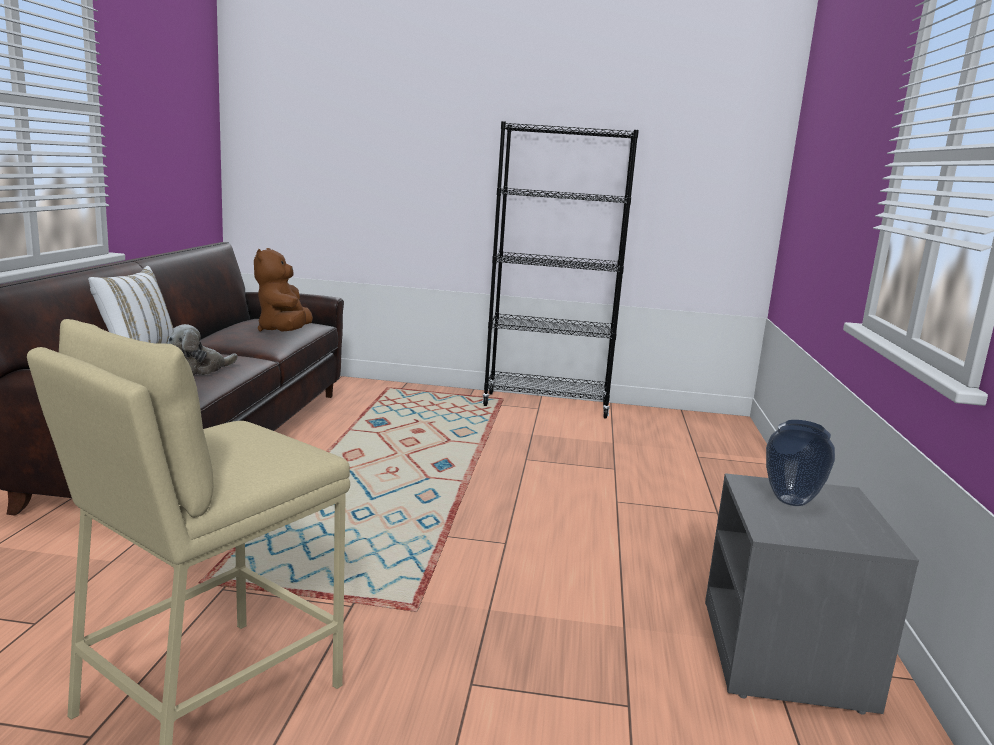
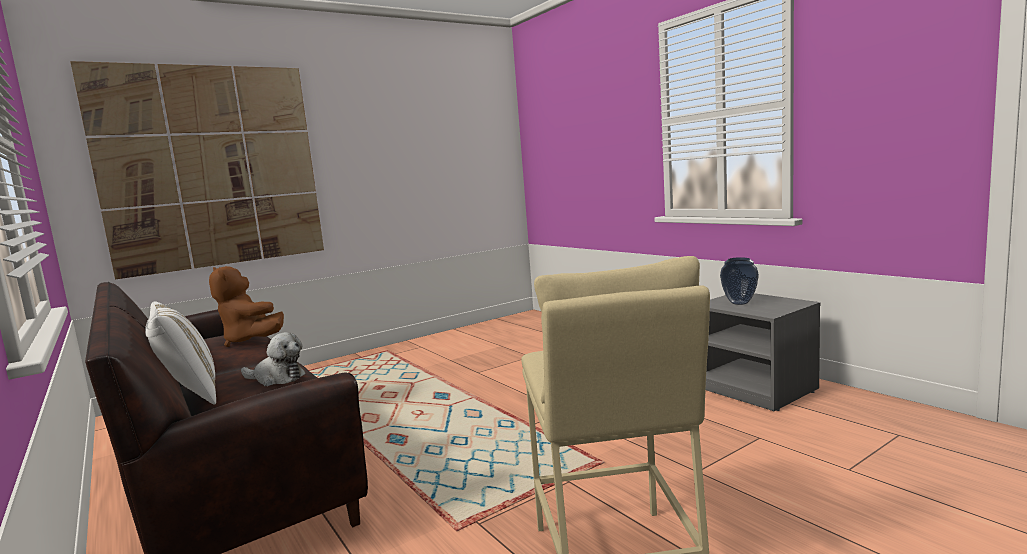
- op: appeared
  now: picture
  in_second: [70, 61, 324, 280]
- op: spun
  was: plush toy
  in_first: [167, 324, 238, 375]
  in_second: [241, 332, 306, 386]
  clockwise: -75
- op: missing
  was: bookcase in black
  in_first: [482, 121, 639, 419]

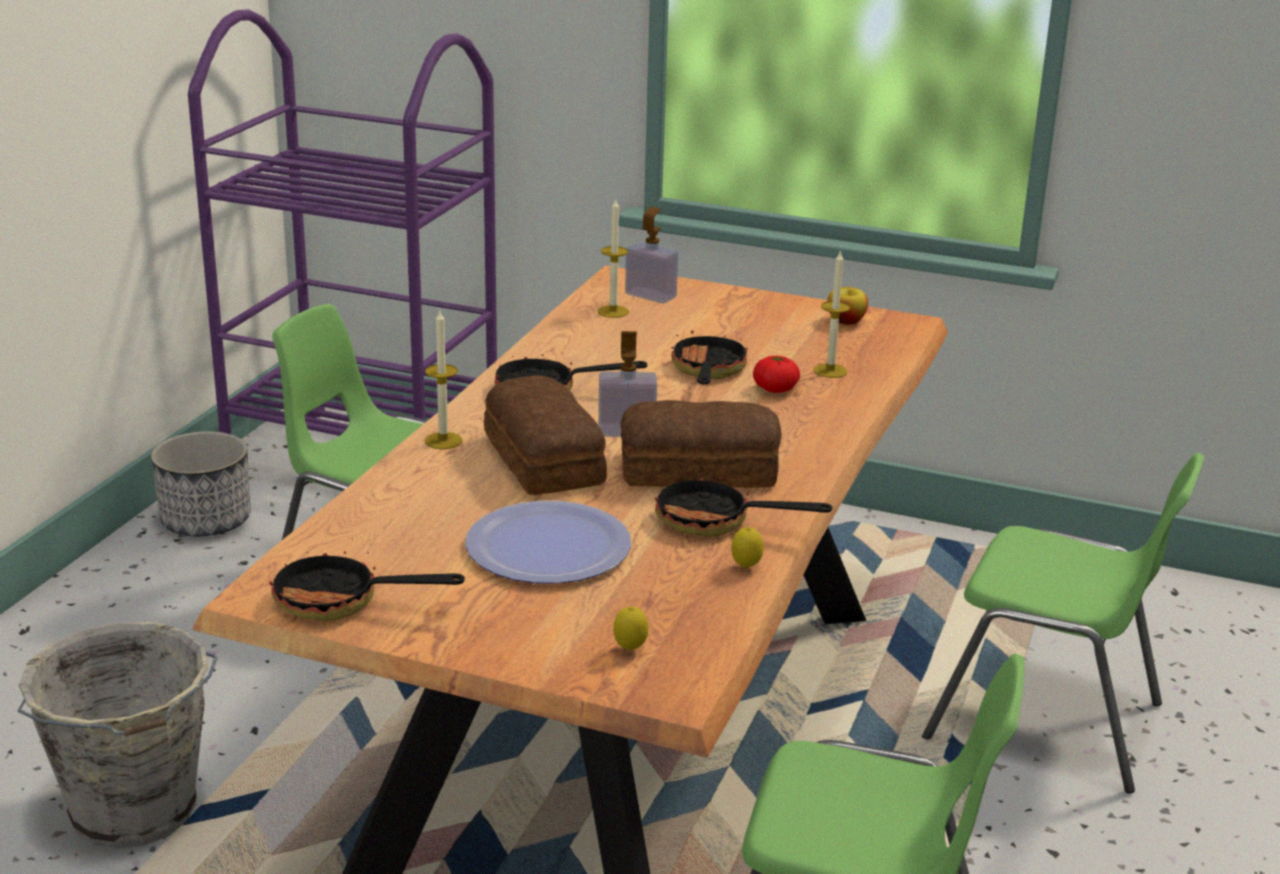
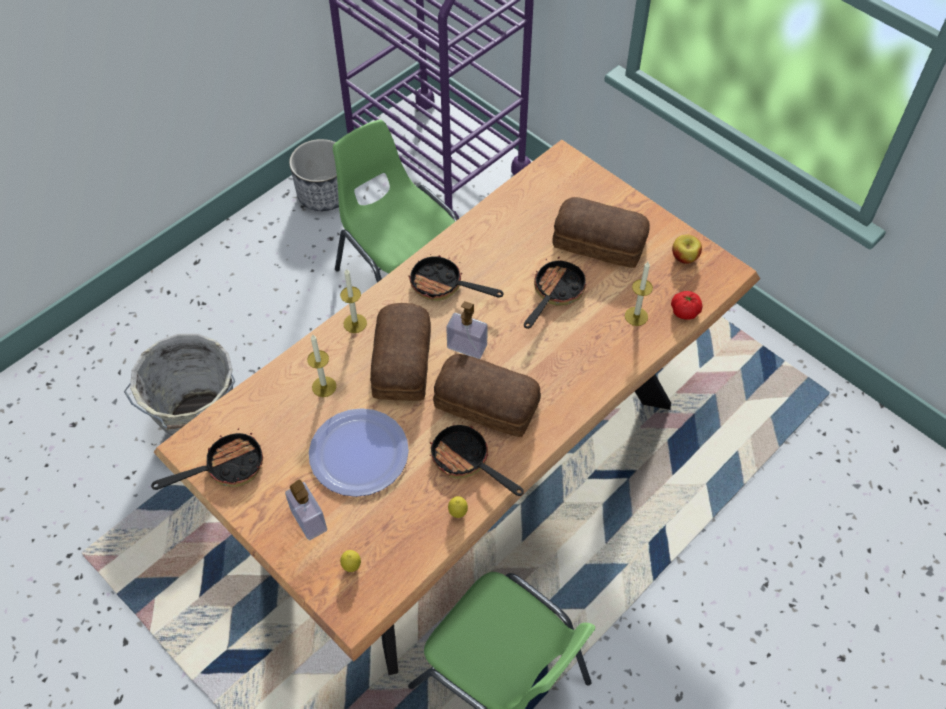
- op: spun
  was: frying pan
  in_first: [269, 538, 465, 621]
  in_second: [151, 428, 263, 490]
  clockwise: 120
- op: relocated
  was: soap dispenser
  in_first: [625, 207, 678, 303]
  in_second: [285, 479, 327, 540]
- op: relocated
  was: candle
  in_first: [598, 198, 629, 318]
  in_second: [307, 335, 336, 397]
- op: appeared
  now: bread
  in_second: [552, 197, 650, 268]
- op: relocated
  was: tomato
  in_first: [753, 356, 800, 393]
  in_second: [671, 291, 703, 320]
- op: missing
  was: chair in green
  in_first: [922, 453, 1205, 794]

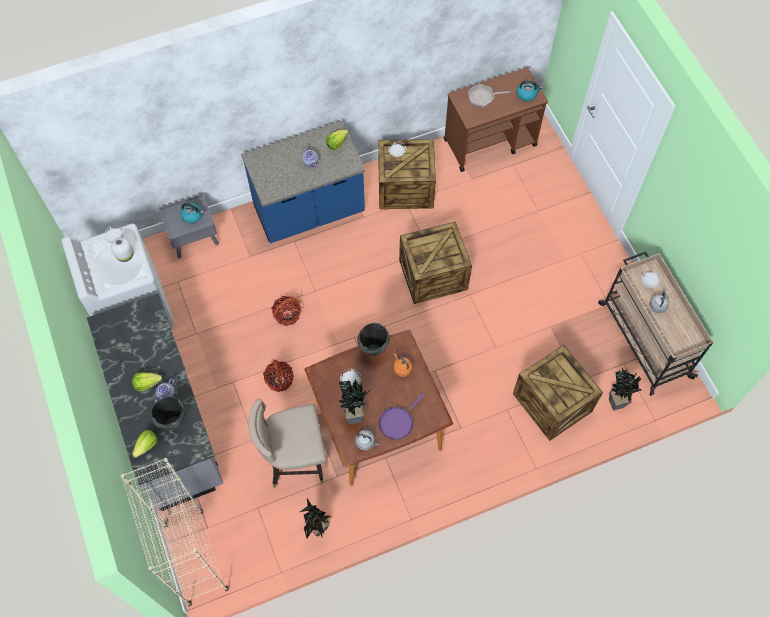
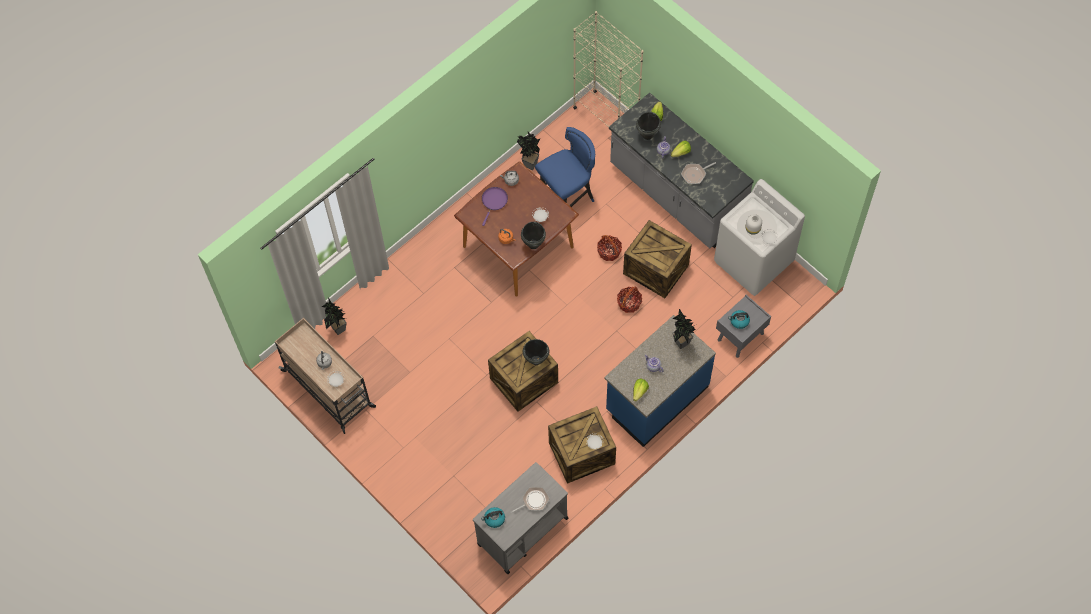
- op: colour
  was: cart in brown
  now: cart in grey
  in_first: [443, 67, 548, 172]
  in_second: [473, 462, 568, 574]
- op: appeared
  now: cooking pot in black
  in_second: [523, 339, 549, 365]
- op: colour
  was: stool in beige
  now: stool in blue
  in_first: [248, 399, 327, 488]
  in_second: [535, 127, 595, 207]
- op: relocated
  was: crate
  in_first: [513, 345, 603, 441]
  in_second: [623, 220, 692, 298]
- op: relocated
  was: potted plant
  in_first: [339, 379, 372, 424]
  in_second: [672, 309, 695, 349]
- op: appeared
  now: frying pan
  in_second: [681, 162, 716, 184]

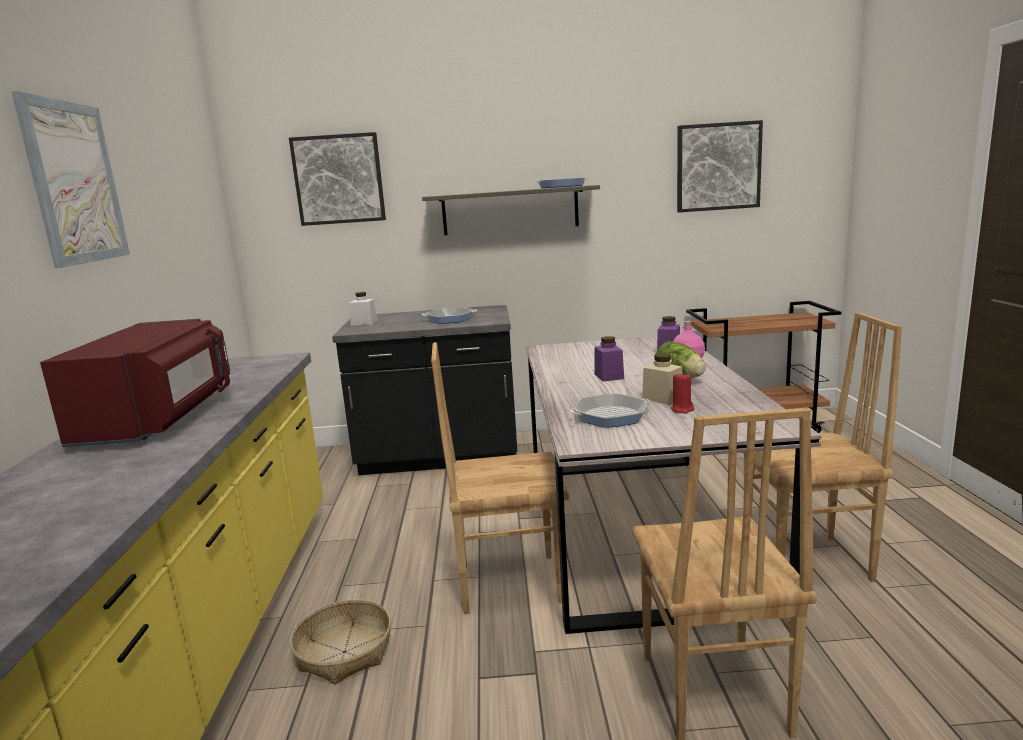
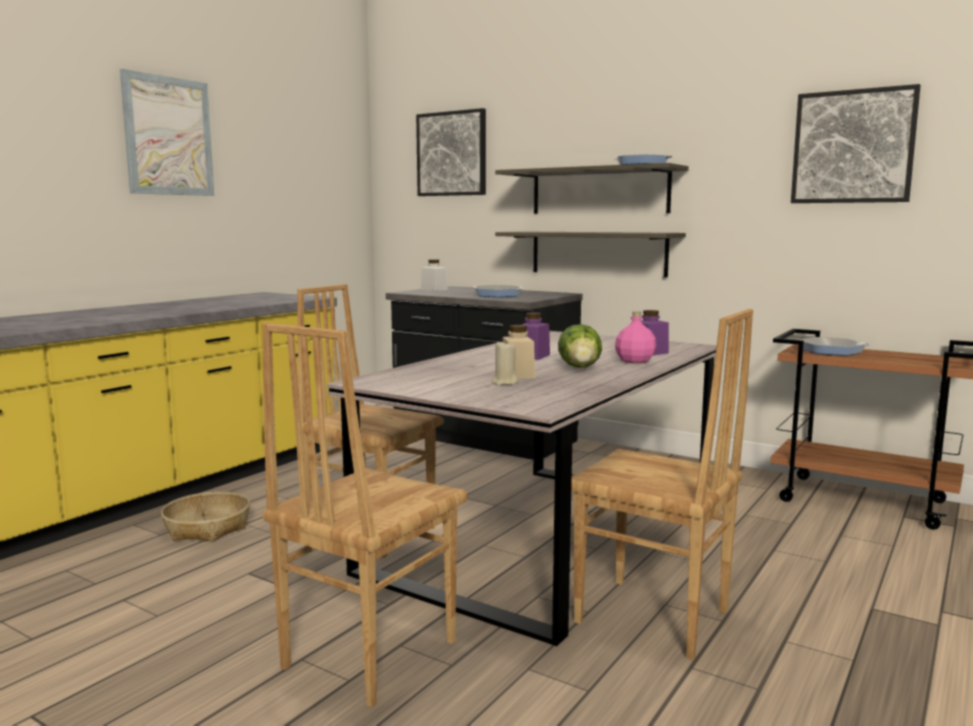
- op: colour
  was: candle in red
  now: candle in beige
  in_first: [671, 372, 694, 414]
  in_second: [492, 340, 519, 385]
- op: appeared
  now: shelf
  in_second: [495, 231, 686, 278]
- op: relocated
  was: frying pan
  in_first: [570, 394, 651, 428]
  in_second: [796, 337, 870, 356]
- op: missing
  was: microwave in red
  in_first: [40, 319, 230, 447]

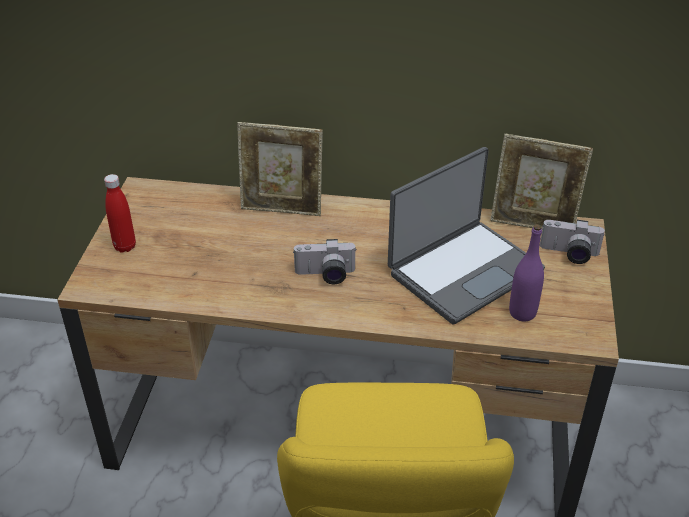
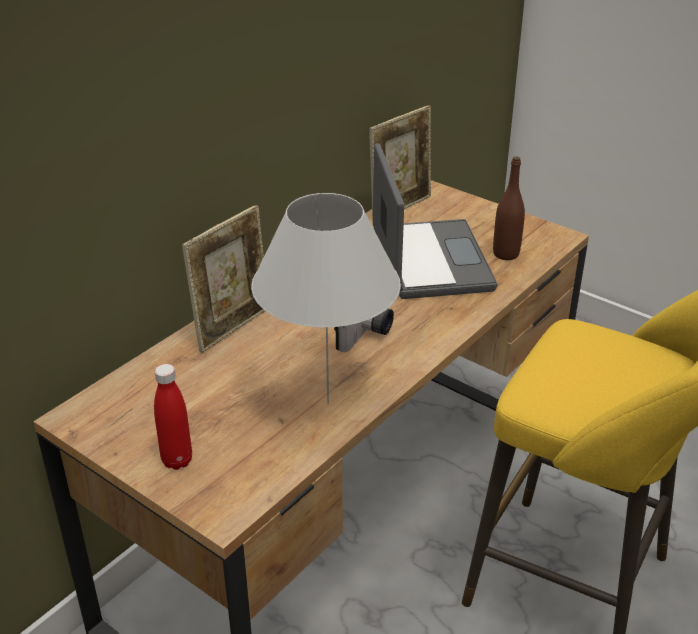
- op: appeared
  now: table lamp in white
  in_second: [251, 193, 401, 404]
- op: colour
  was: bottle in purple
  now: bottle in brown
  in_first: [509, 224, 544, 322]
  in_second: [493, 157, 525, 260]
- op: missing
  was: photo camera
  in_first: [540, 220, 606, 264]

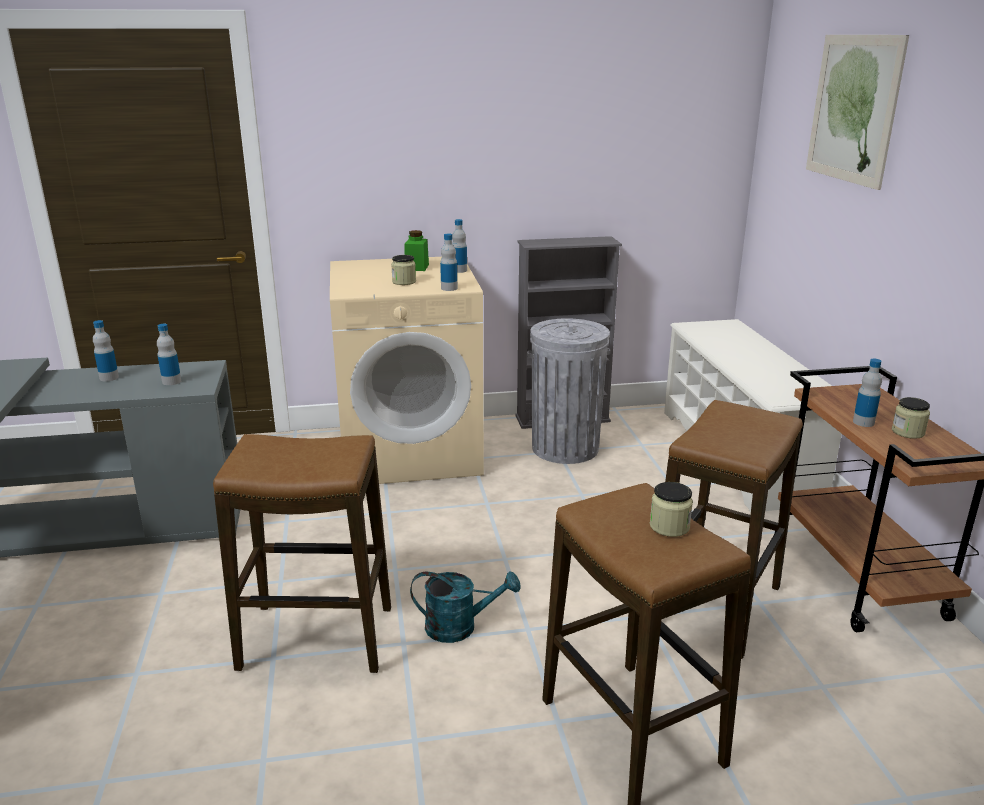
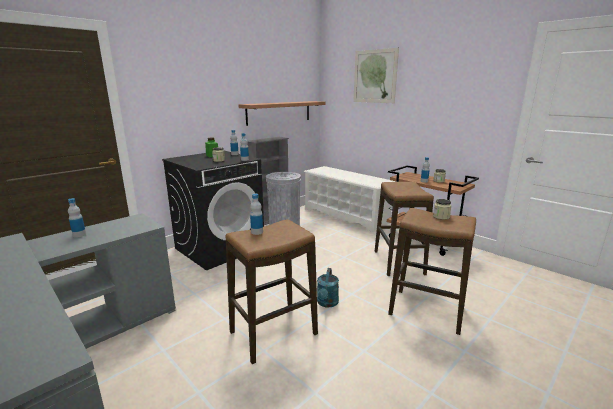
- op: colour
  was: washing machine in beige
  now: washing machine in black
  in_first: [330, 257, 484, 484]
  in_second: [162, 151, 264, 270]
- op: appeared
  now: shelf
  in_second: [238, 101, 326, 126]
- op: relocated
  was: bottle
  in_first: [157, 324, 181, 385]
  in_second: [250, 194, 263, 235]
- op: spun
  was: watering can in turquoise
  in_first: [410, 571, 521, 643]
  in_second: [317, 268, 339, 308]
  clockwise: 135

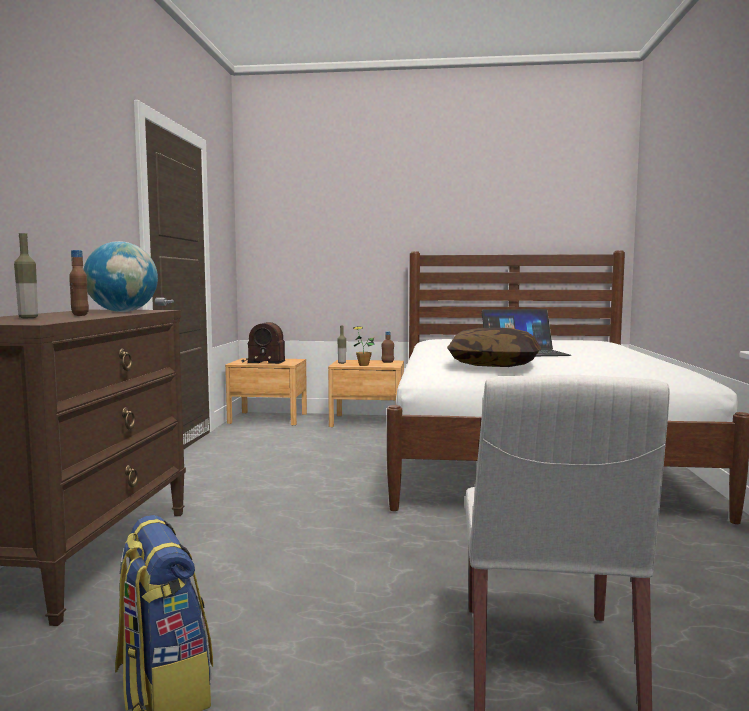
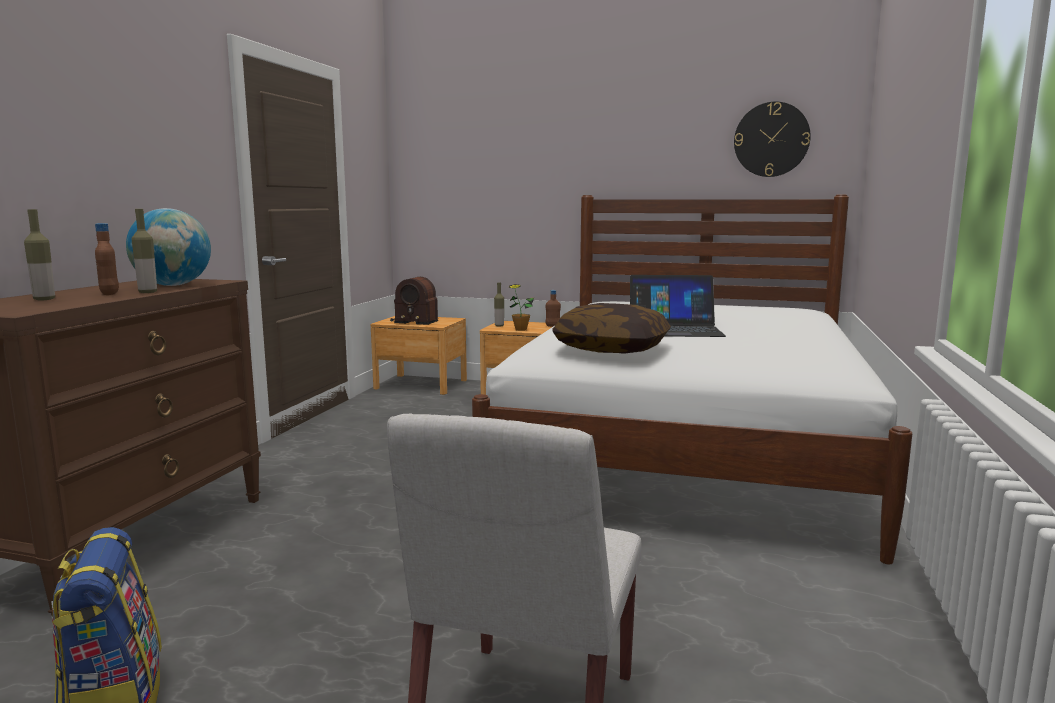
- op: appeared
  now: bottle
  in_second: [132, 209, 157, 293]
- op: appeared
  now: wall clock
  in_second: [734, 102, 811, 177]

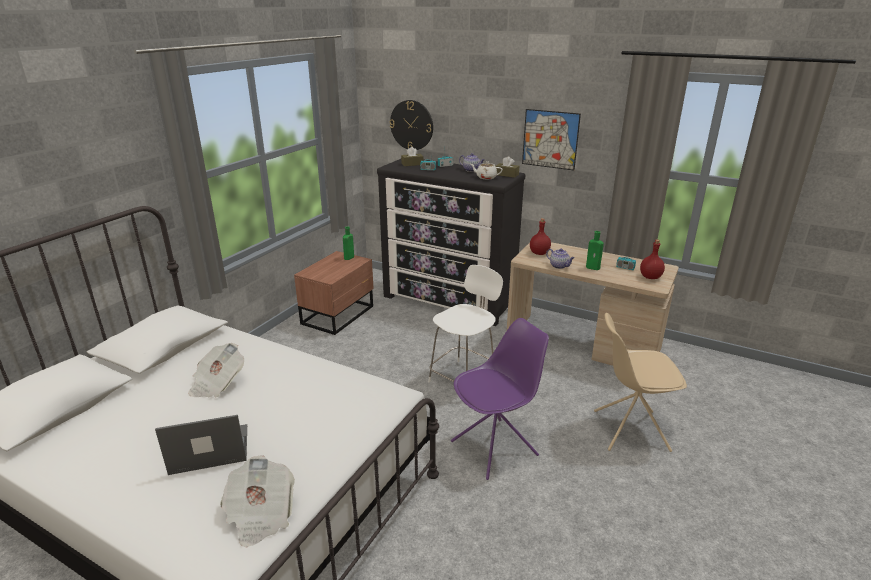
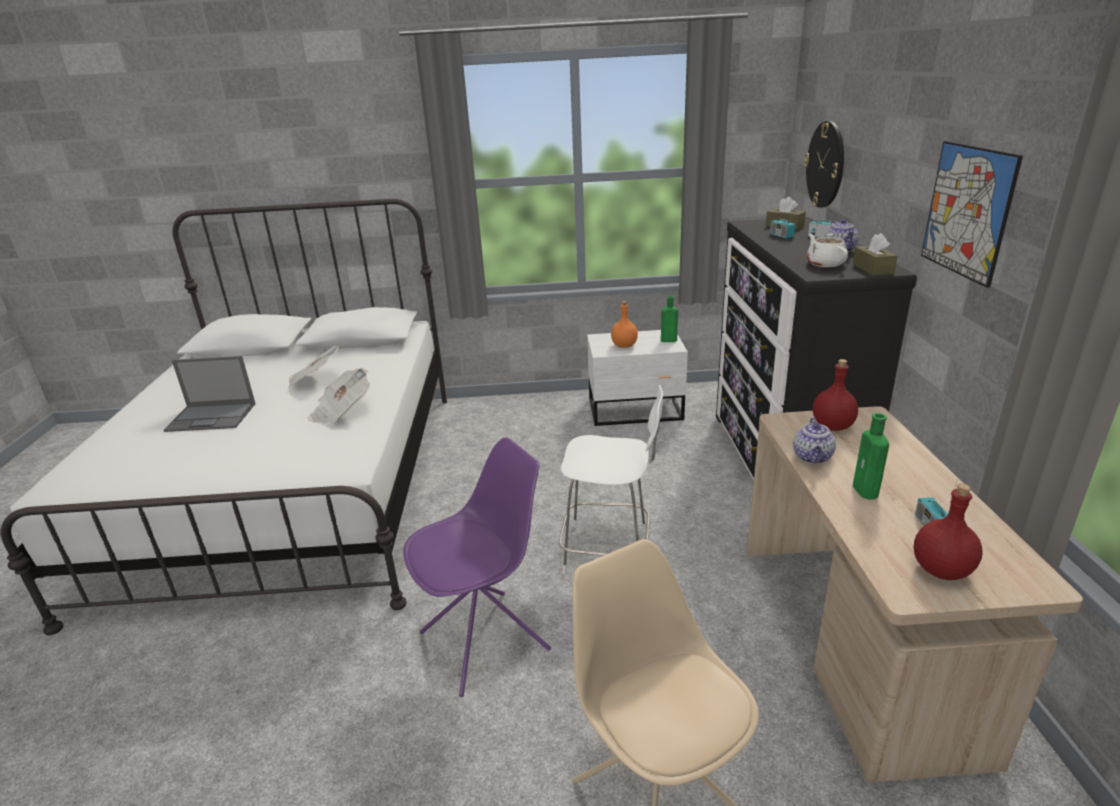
- op: spun
  was: laptop
  in_first: [155, 415, 247, 475]
  in_second: [164, 356, 256, 432]
  clockwise: 135
- op: relocated
  was: newspaper
  in_first: [220, 456, 295, 548]
  in_second: [308, 368, 370, 424]
- op: spun
  was: chair in purple
  in_first: [451, 318, 549, 480]
  in_second: [403, 437, 551, 697]
  clockwise: -60
- op: colour
  was: nightstand in brown
  now: nightstand in white
  in_first: [294, 251, 374, 335]
  in_second: [587, 330, 688, 426]
- op: appeared
  now: bottle in orange
  in_second: [611, 301, 638, 348]

